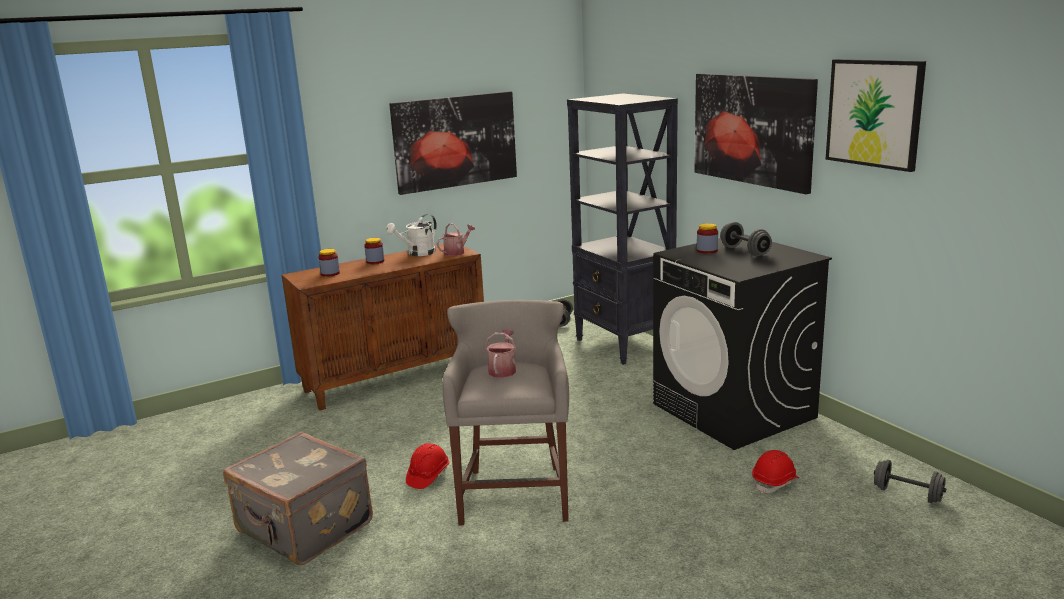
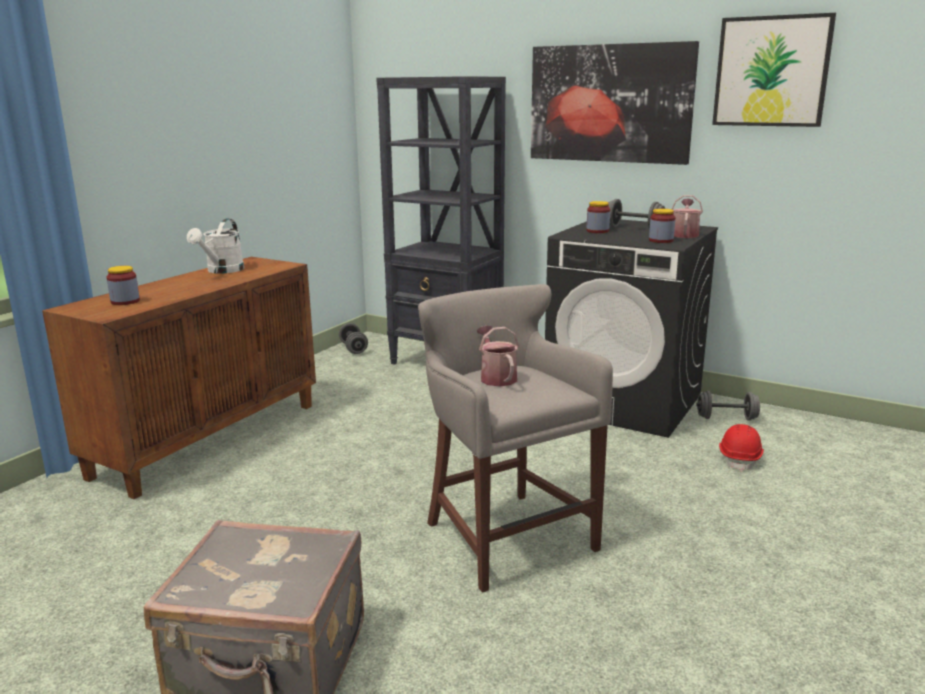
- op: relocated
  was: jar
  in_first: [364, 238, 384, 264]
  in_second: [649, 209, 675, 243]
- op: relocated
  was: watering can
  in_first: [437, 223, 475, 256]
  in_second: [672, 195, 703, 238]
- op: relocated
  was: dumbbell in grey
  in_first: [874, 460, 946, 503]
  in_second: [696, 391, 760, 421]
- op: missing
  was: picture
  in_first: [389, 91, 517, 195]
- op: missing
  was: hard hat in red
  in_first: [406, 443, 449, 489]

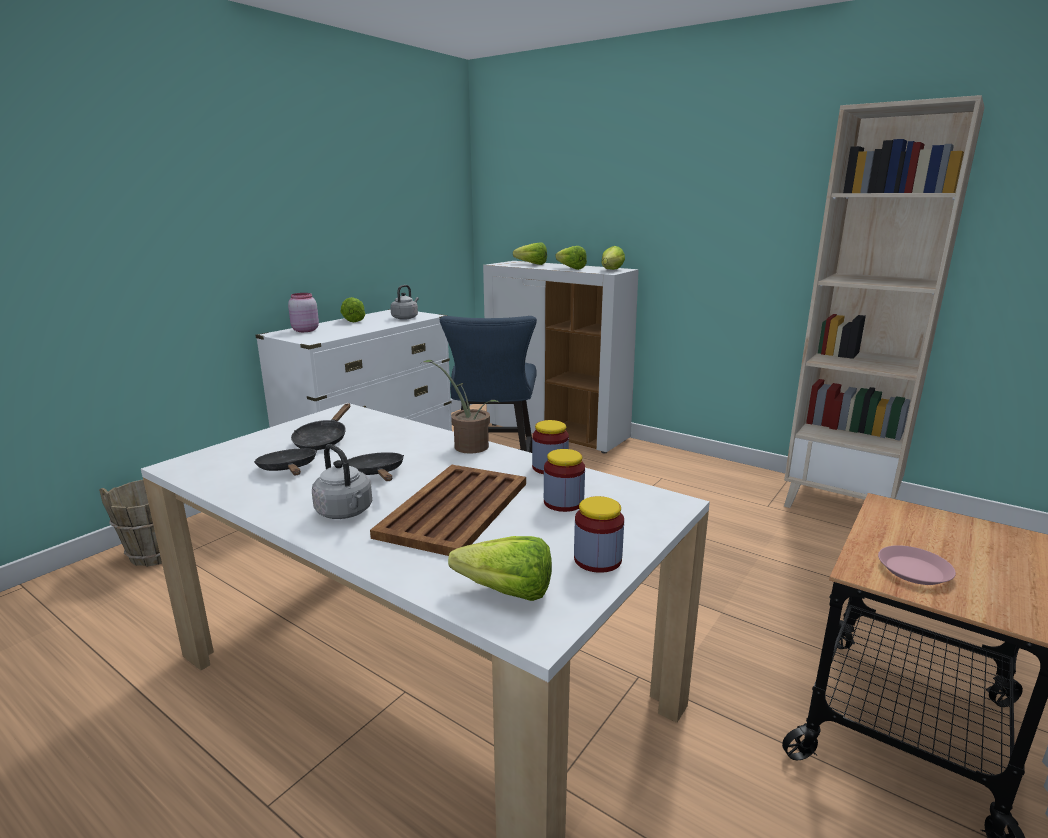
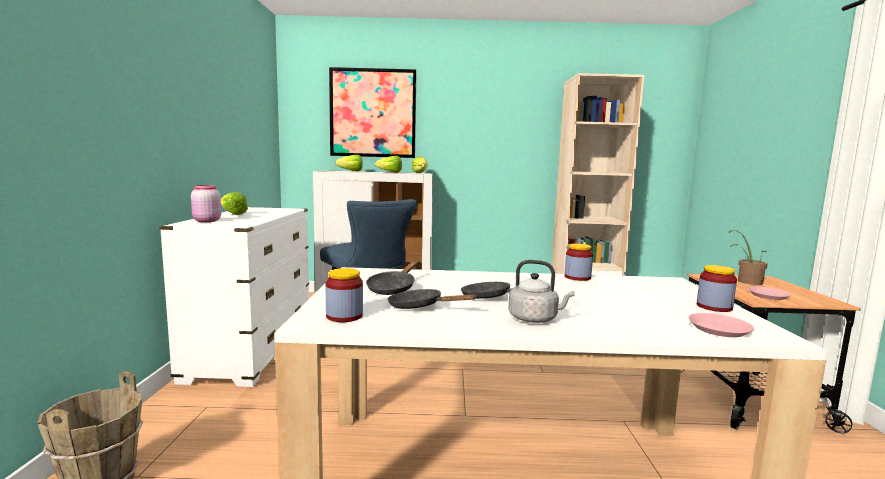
- op: relocated
  was: jar
  in_first: [544, 449, 585, 512]
  in_second: [325, 268, 363, 322]
- op: appeared
  now: picture
  in_second: [329, 67, 417, 158]
- op: spun
  was: frying pan in black
  in_first: [291, 403, 350, 450]
  in_second: [366, 260, 418, 295]
  clockwise: 45
- op: exchanged
  was: lettuce
  now: plate in pink
  in_first: [448, 536, 552, 601]
  in_second: [688, 313, 754, 337]
- op: relocated
  was: potted plant
  in_first: [420, 360, 500, 454]
  in_second: [729, 230, 768, 285]
- op: missing
  was: tray in brown
  in_first: [370, 465, 526, 556]
- op: missing
  was: kettle in grey
  in_first: [390, 285, 419, 320]

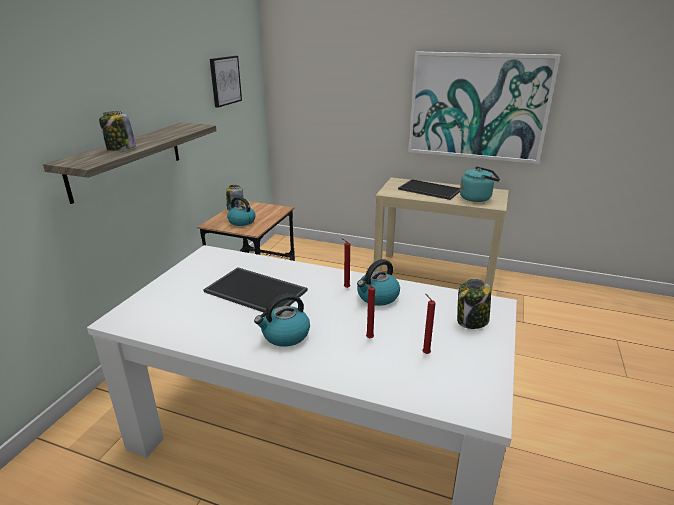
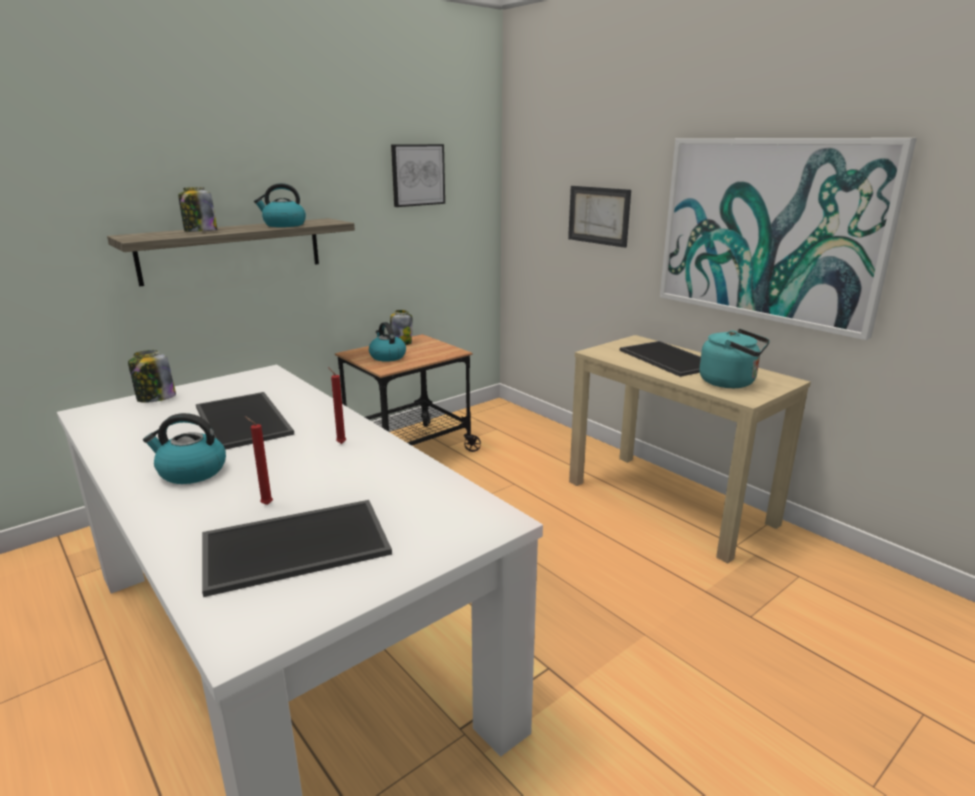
- op: relocated
  was: jar
  in_first: [457, 279, 491, 329]
  in_second: [128, 350, 176, 403]
- op: exchanged
  was: candle in red
  now: tray
  in_first: [422, 294, 436, 354]
  in_second: [202, 500, 392, 597]
- op: relocated
  was: kettle
  in_first: [357, 259, 400, 306]
  in_second: [254, 183, 306, 227]
- op: appeared
  now: picture
  in_second: [568, 186, 631, 248]

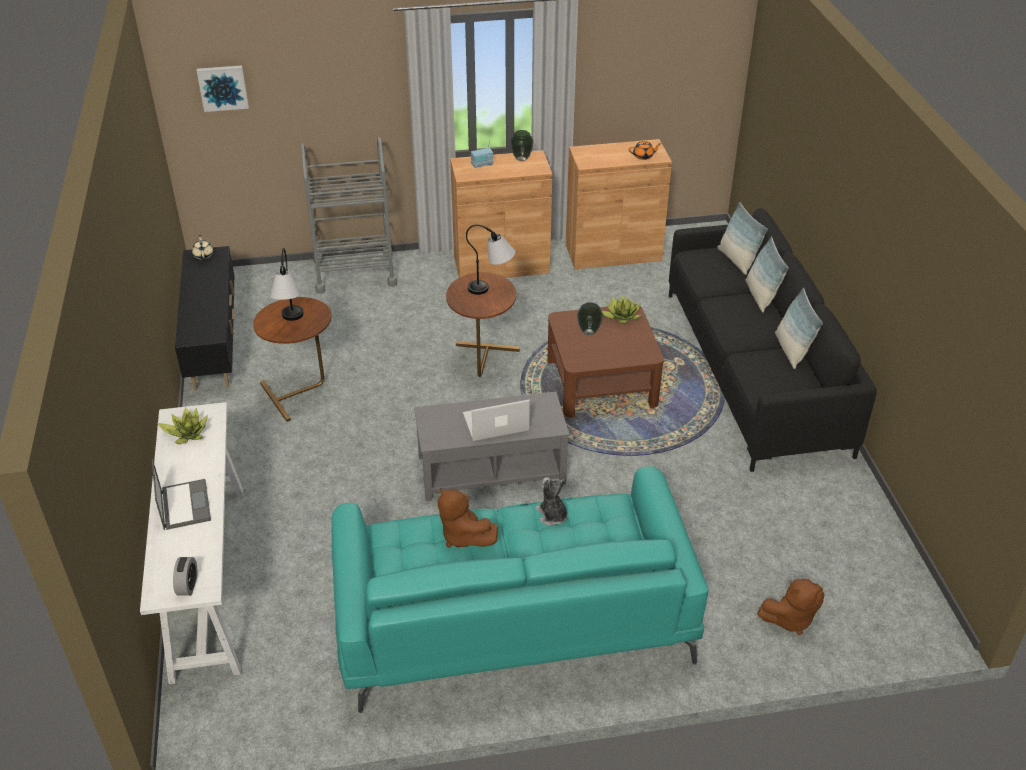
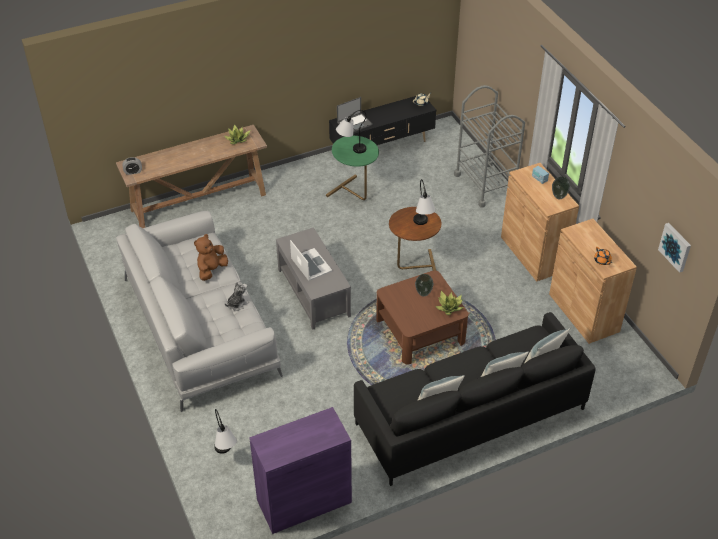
- op: colour
  was: console table in white
  now: console table in brown
  in_first: [140, 402, 243, 684]
  in_second: [116, 125, 267, 228]
- op: colour
  was: sofa in turquoise
  now: sofa in grey
  in_first: [332, 466, 709, 713]
  in_second: [116, 211, 283, 412]
- op: exchanged
  was: plush toy in brown
  now: table lamp
  in_first: [757, 579, 825, 635]
  in_second: [214, 409, 237, 454]
- op: appeared
  now: cabinet in purple
  in_second: [249, 407, 352, 534]
- op: colour
  was: side table in brown
  now: side table in green
  in_first: [253, 297, 332, 422]
  in_second: [326, 136, 379, 200]
- op: relocated
  was: laptop
  in_first: [152, 459, 211, 530]
  in_second: [337, 97, 373, 132]
- op: relocated
  was: picture
  in_first: [197, 65, 249, 112]
  in_second: [658, 223, 691, 273]

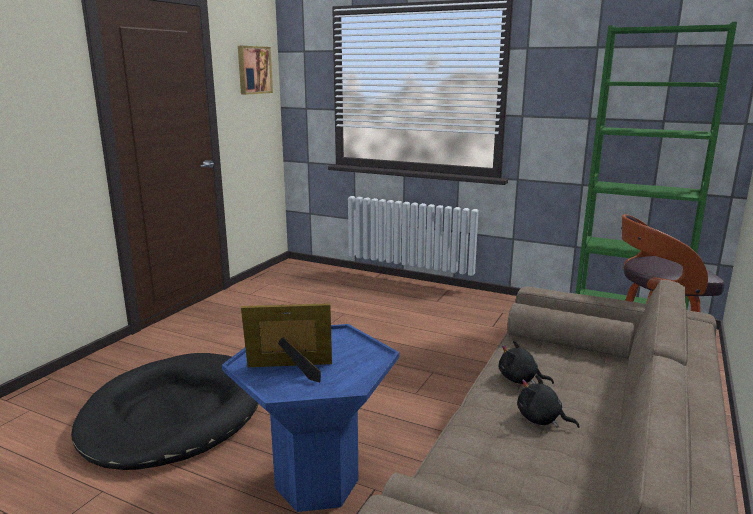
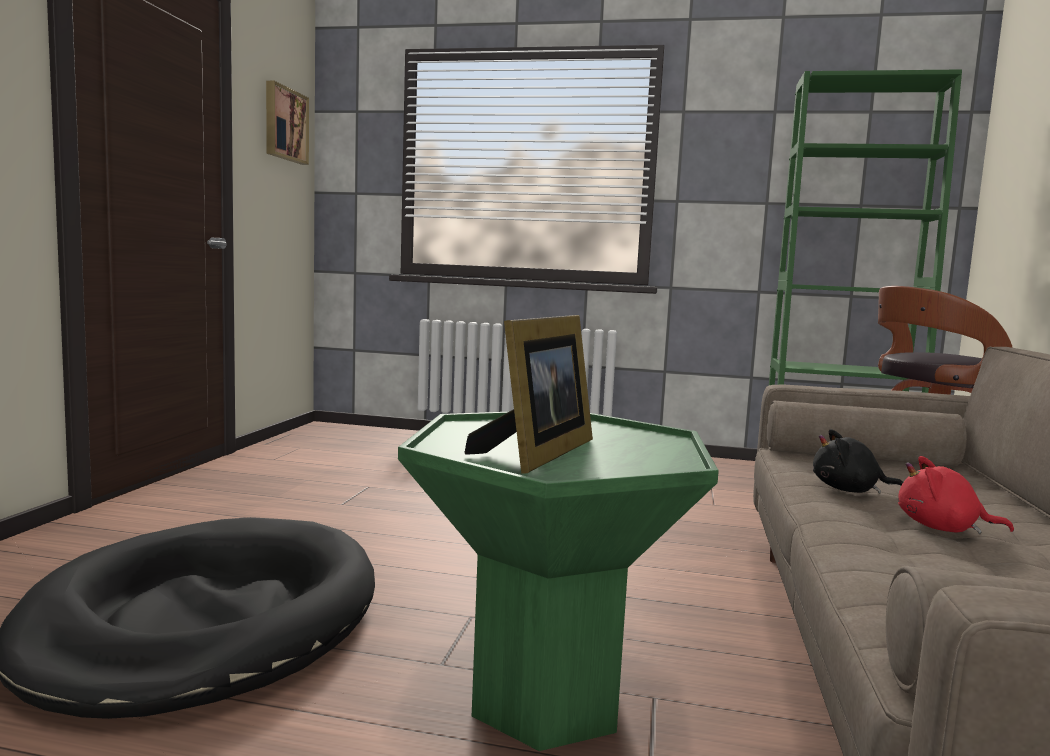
- op: colour
  was: side table in blue
  now: side table in green
  in_first: [222, 324, 399, 512]
  in_second: [398, 412, 719, 751]
- op: spun
  was: picture frame
  in_first: [241, 303, 332, 382]
  in_second: [464, 315, 593, 473]
  clockwise: 135
- op: colour
  was: plush toy in black
  now: plush toy in red
  in_first: [517, 375, 580, 428]
  in_second: [898, 456, 1014, 534]

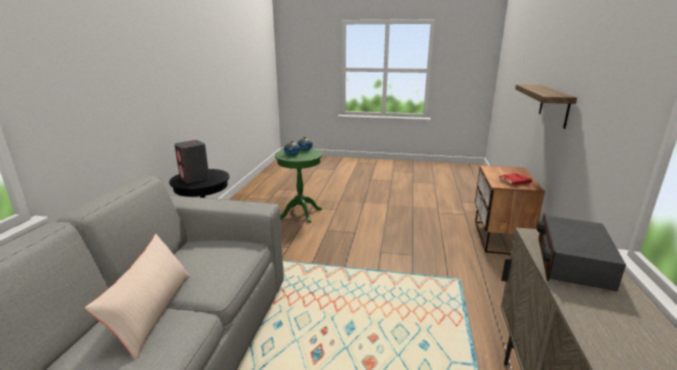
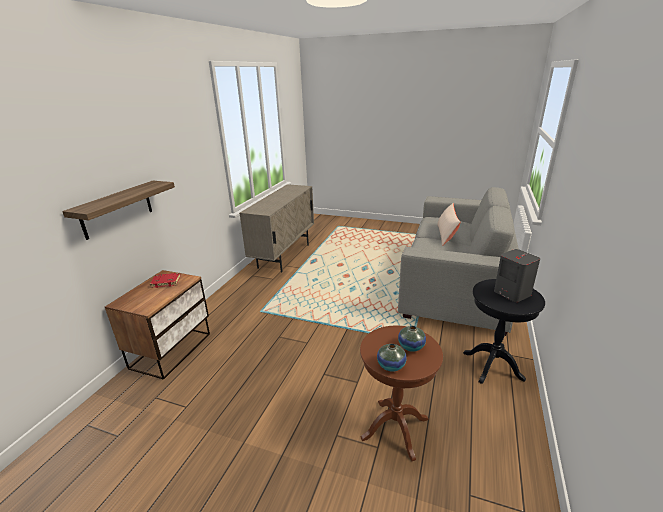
- op: colour
  was: side table in green
  now: side table in brown
  in_first: [275, 149, 322, 223]
  in_second: [360, 326, 443, 461]
- op: missing
  was: radio
  in_first: [537, 213, 626, 292]

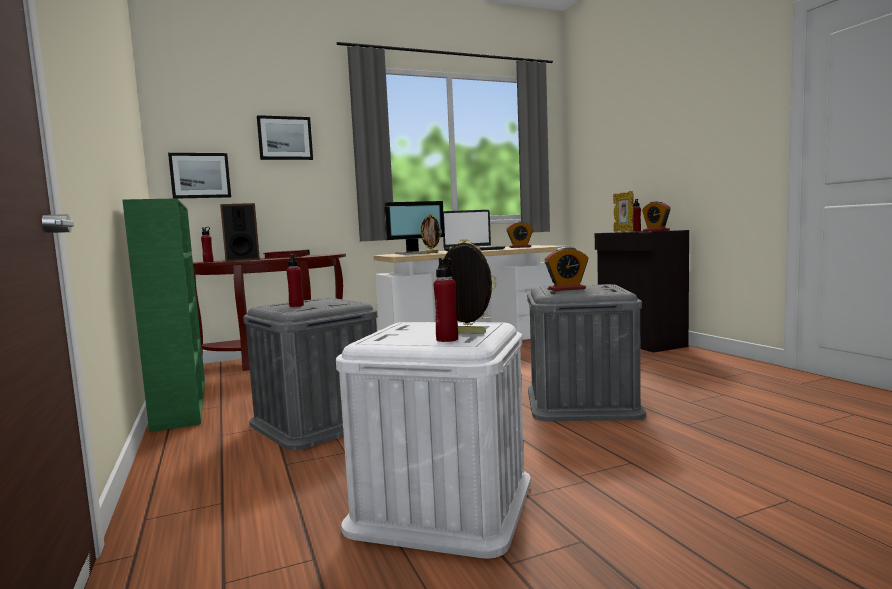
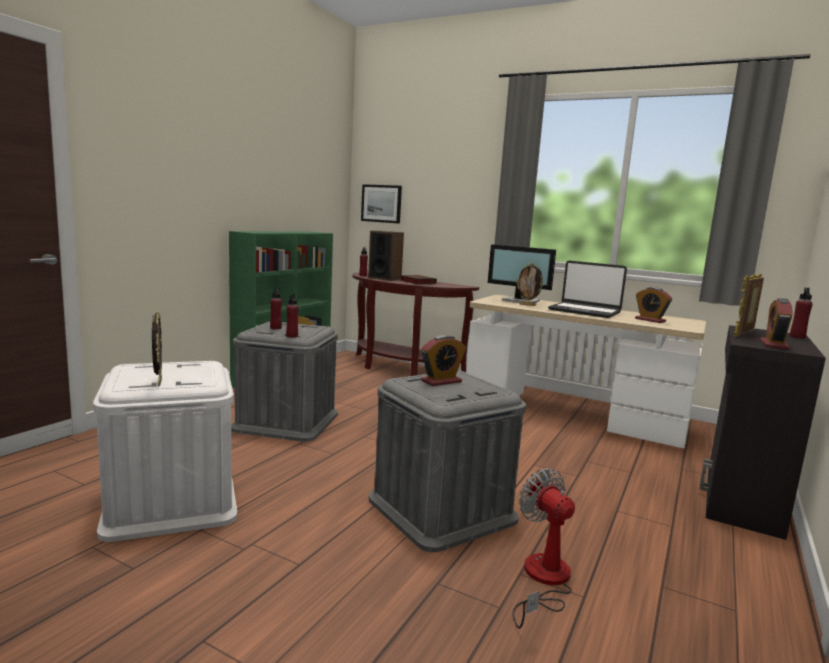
- op: relocated
  was: bottle in red
  in_first: [434, 258, 458, 342]
  in_second: [286, 294, 299, 338]
- op: spun
  was: alarm clock
  in_first: [545, 247, 588, 291]
  in_second: [421, 335, 466, 386]
  clockwise: -75
- op: appeared
  now: fan
  in_second: [513, 468, 575, 629]
- op: missing
  was: picture
  in_first: [257, 115, 313, 160]

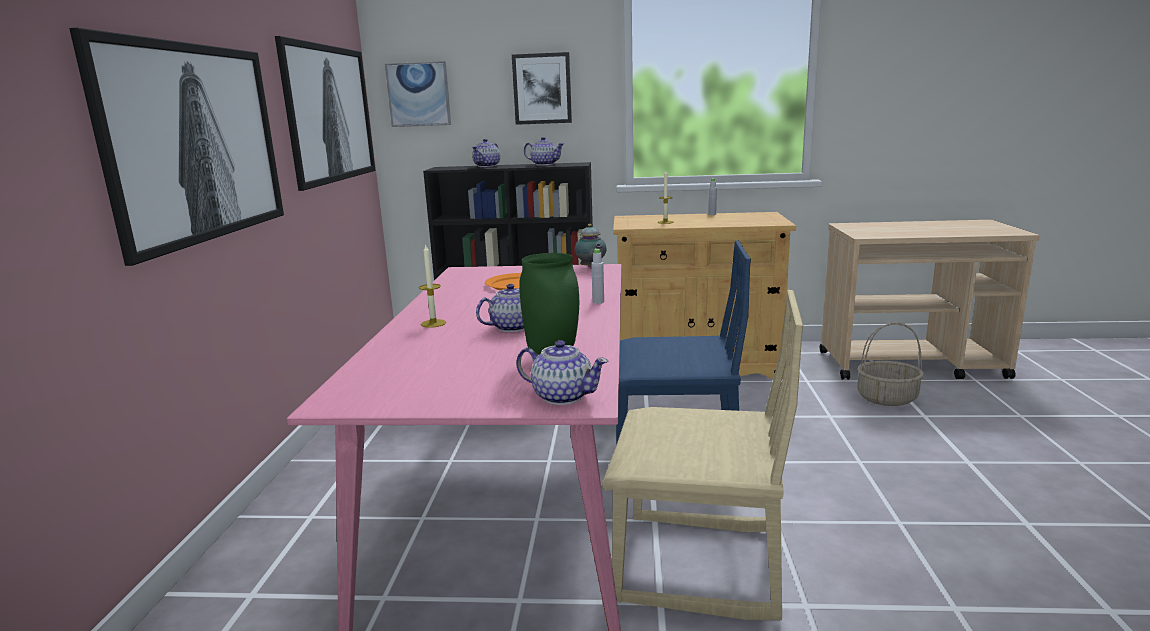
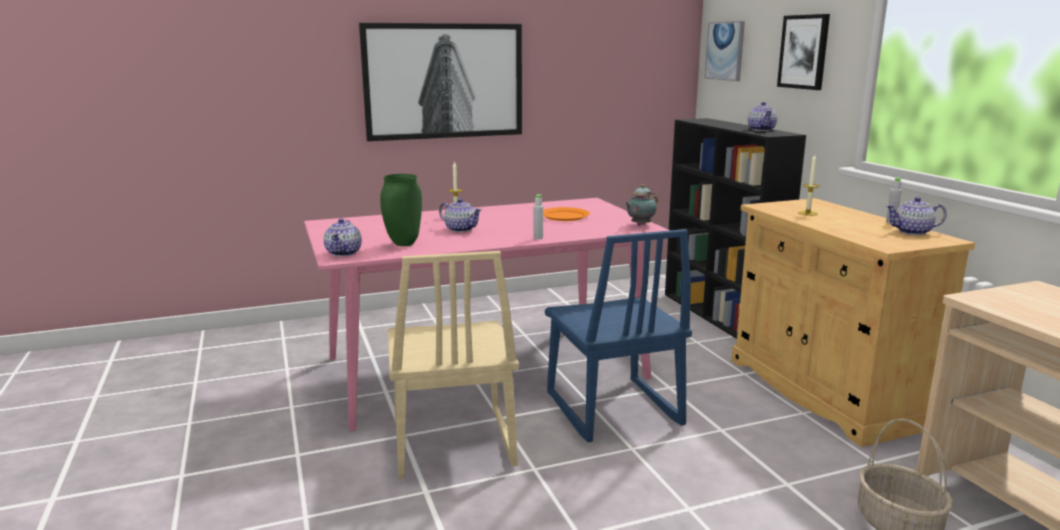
- op: relocated
  was: teapot
  in_first: [472, 139, 500, 167]
  in_second: [886, 197, 947, 235]
- op: missing
  was: picture
  in_first: [275, 36, 376, 191]

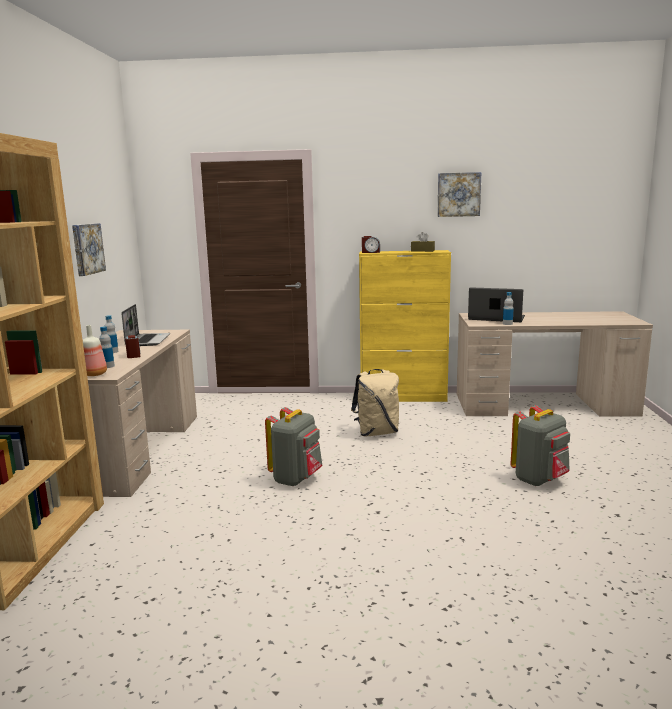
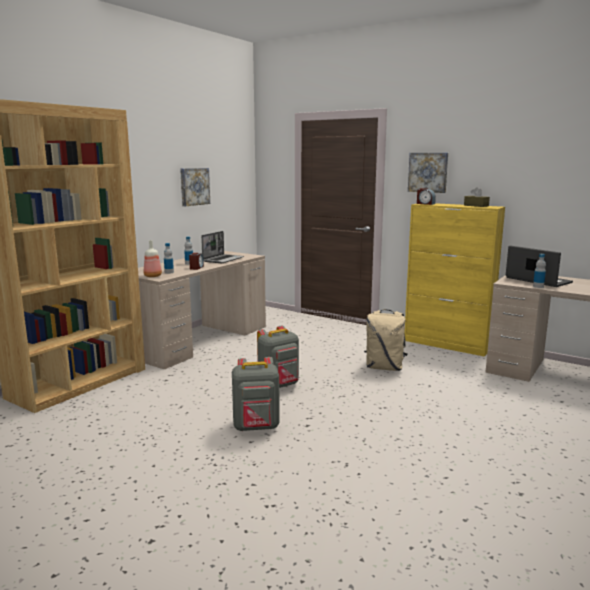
- op: relocated
  was: backpack in grey
  in_first: [511, 405, 570, 486]
  in_second: [232, 357, 280, 431]
- op: relocated
  was: picture
  in_first: [437, 172, 482, 217]
  in_second: [408, 153, 448, 193]

